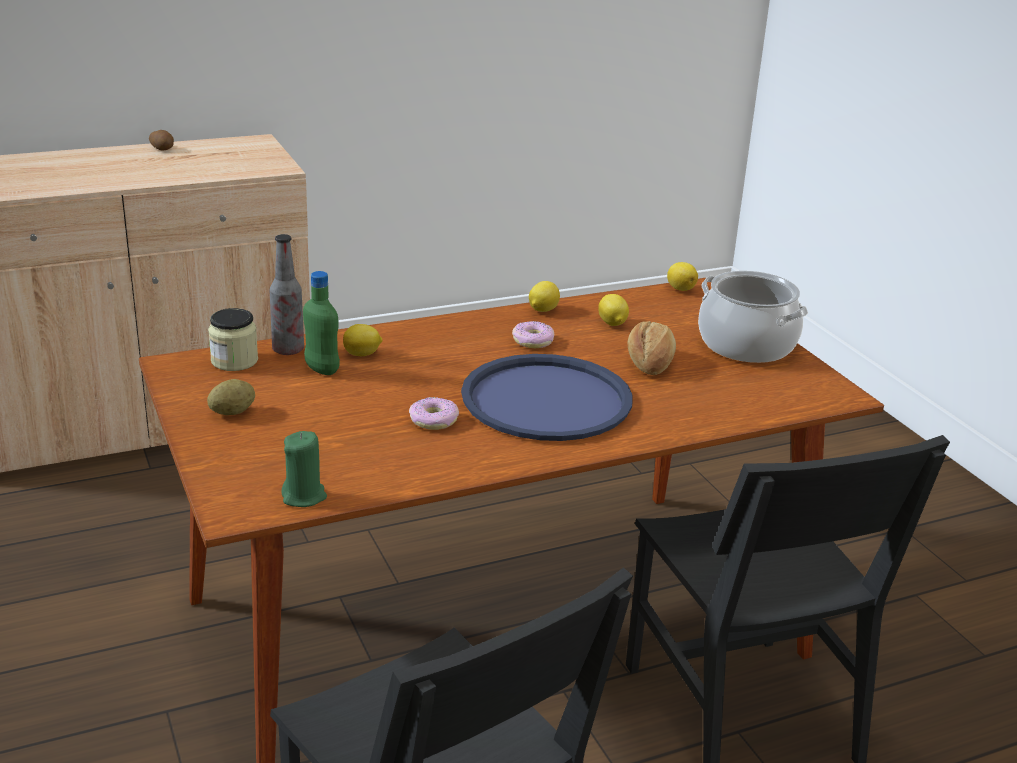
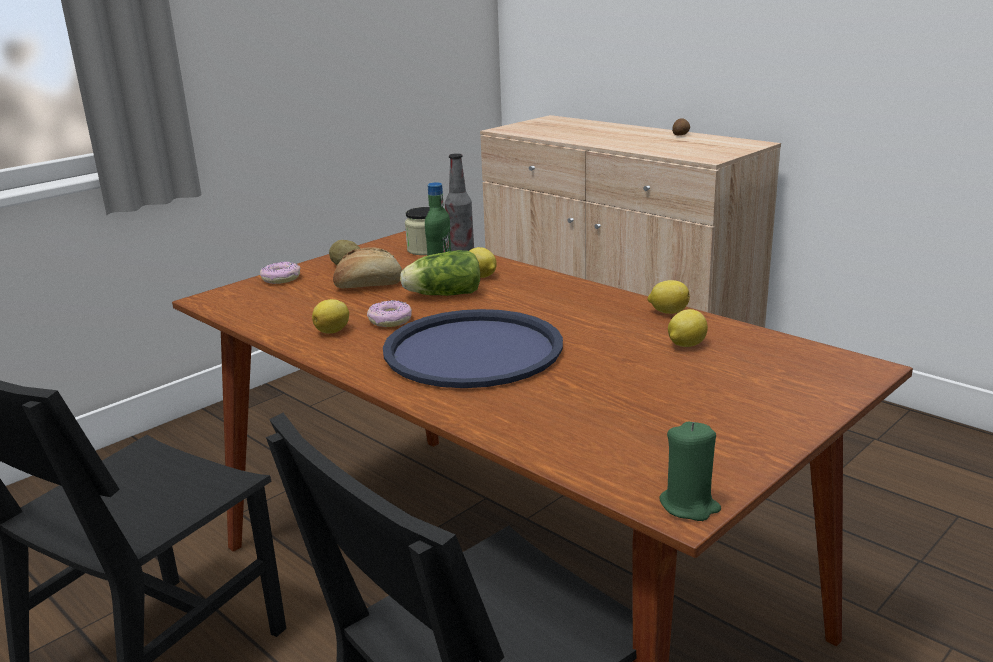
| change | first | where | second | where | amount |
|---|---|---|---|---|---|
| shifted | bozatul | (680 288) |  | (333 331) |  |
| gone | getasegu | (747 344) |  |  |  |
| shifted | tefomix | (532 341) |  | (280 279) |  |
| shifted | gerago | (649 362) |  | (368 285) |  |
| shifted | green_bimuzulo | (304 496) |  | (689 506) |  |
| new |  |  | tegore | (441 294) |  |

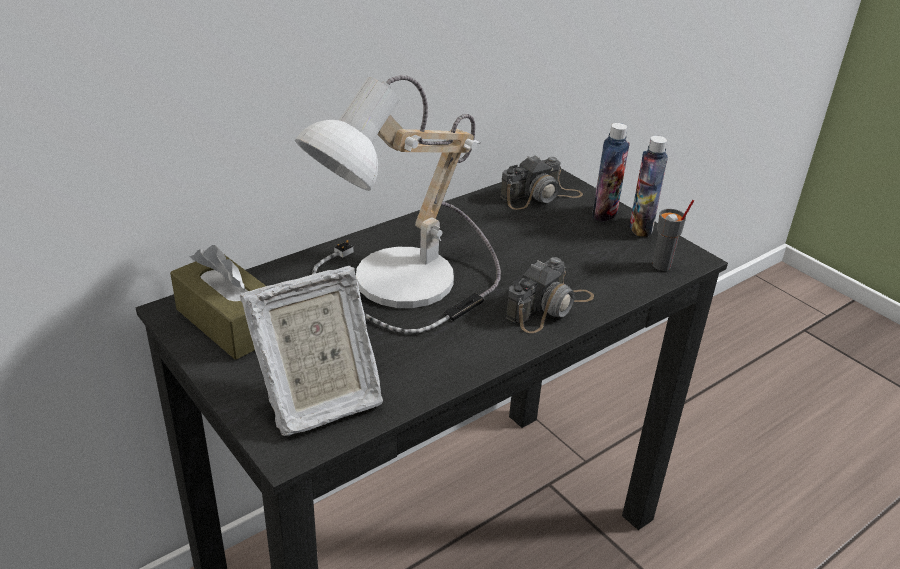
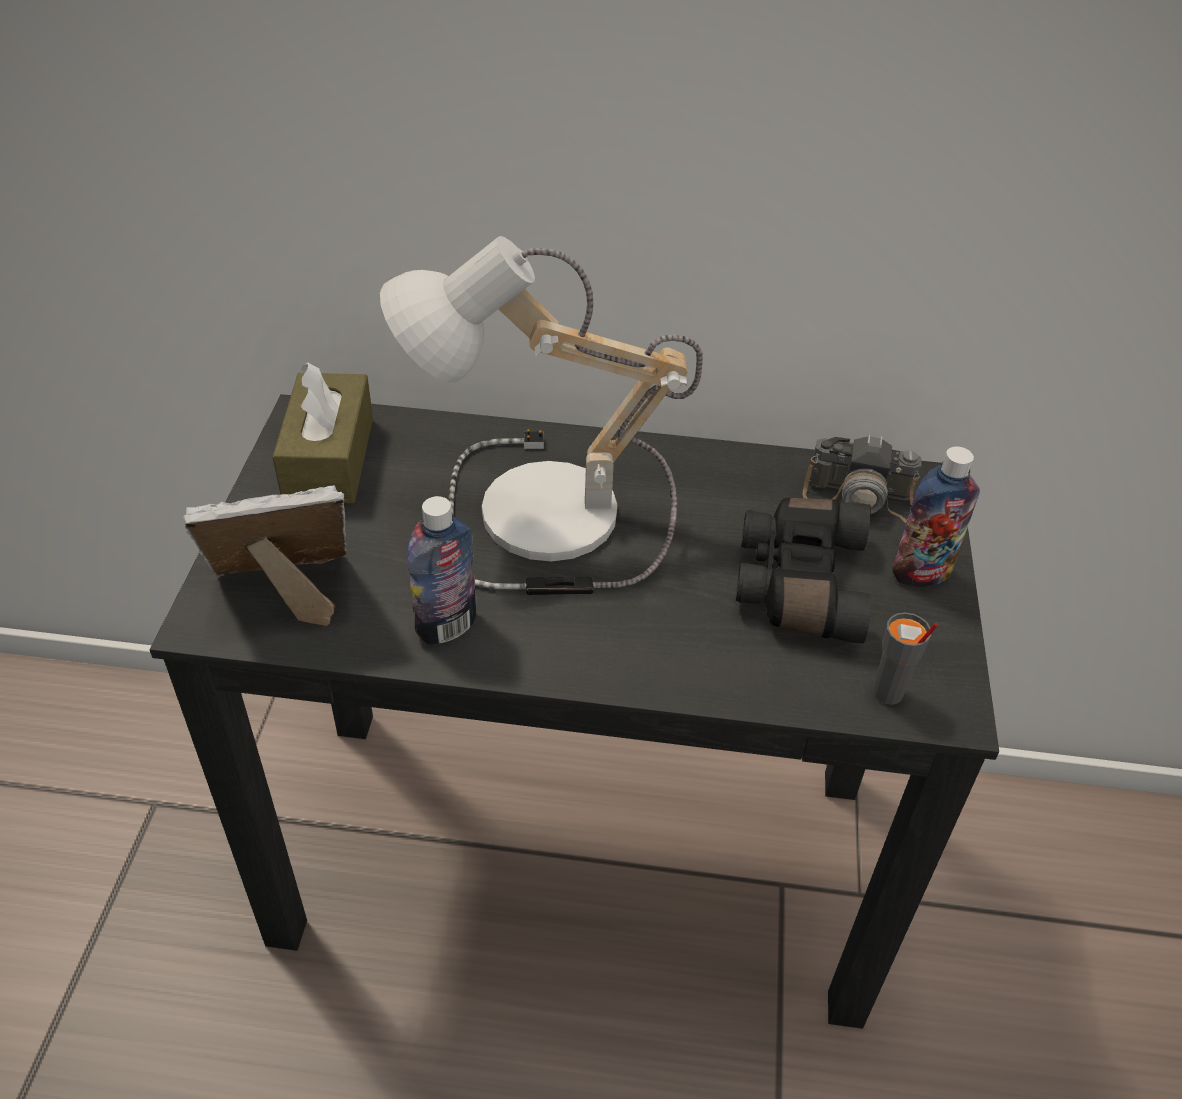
| change | first | where | second | where | amount |
|---|---|---|---|---|---|
| shifted | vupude | (641 227) |  | (447 626) |  |
| gone | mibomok | (550 307) |  |  |  |
| rotated | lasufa | (317 402) |  | (287 593) | 150 degrees clockwise |
| new |  |  | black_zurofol | (797 583) |  |

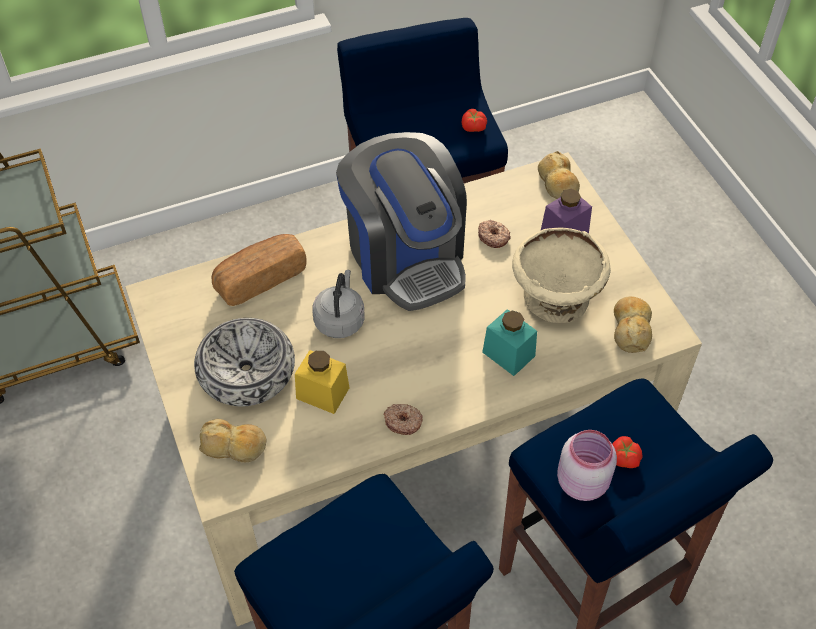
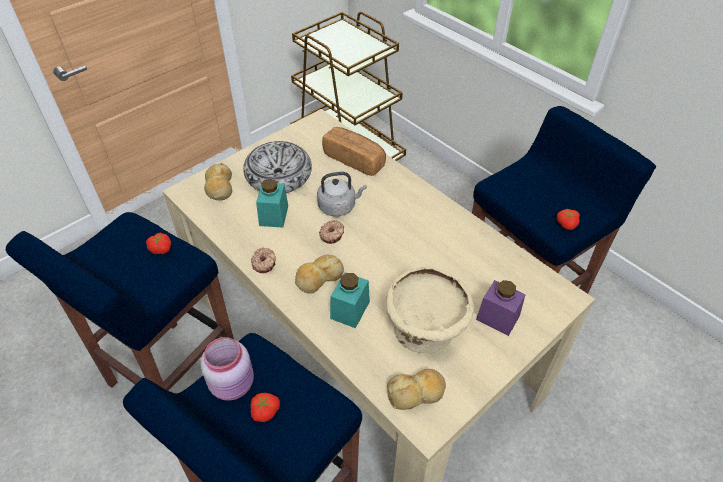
| change | first | where | second | where | amount |
|---|---|---|---|---|---|
| gone | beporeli | (405 256) |  |  |  |
| shifted | gerago | (557 183) |  | (318 278) |  |
| shifted | tefomix | (493 237) |  | (332 235) |  |
| repainted | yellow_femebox | (322 393) | turquoise_femebox | (273 215) |  |
| new |  |  | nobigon | (161 248) |  |

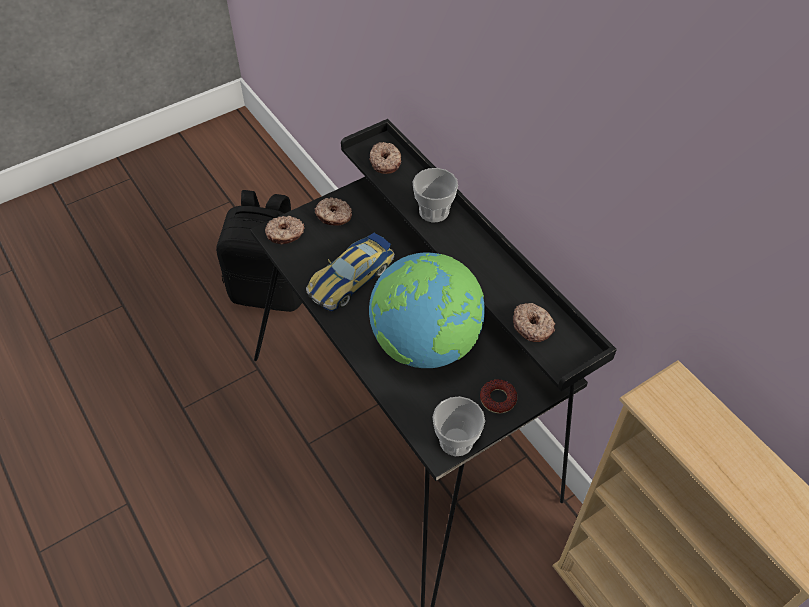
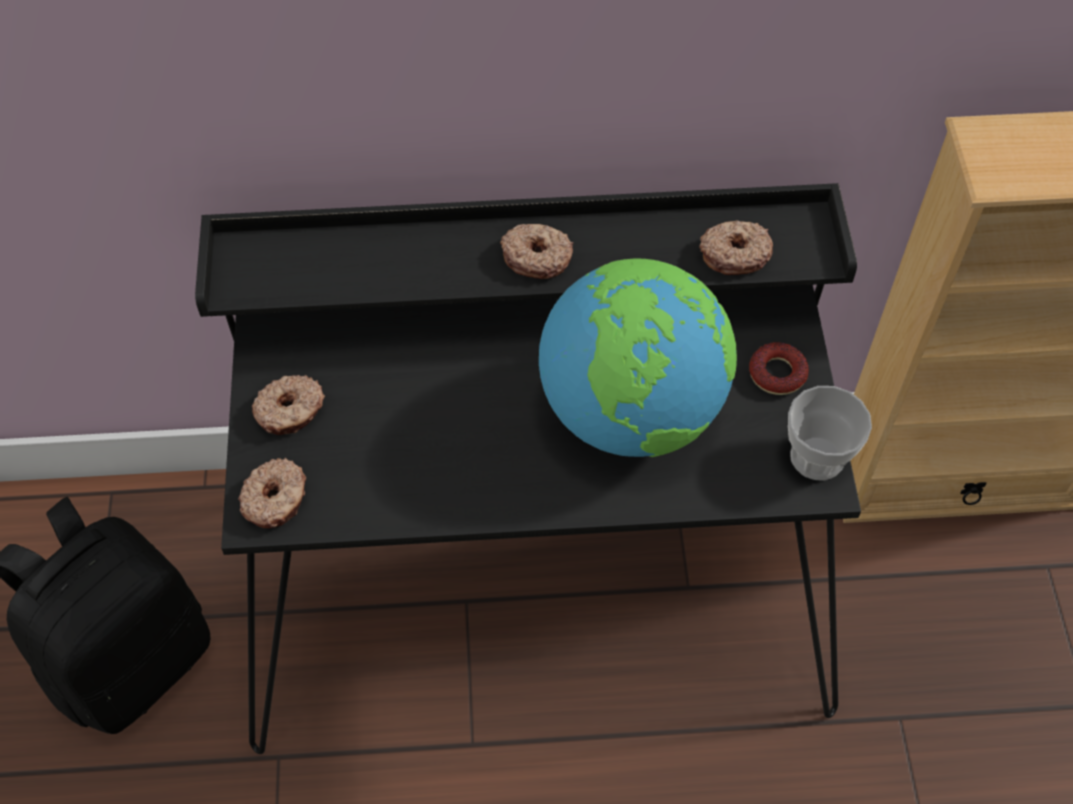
| change | first | where | second | where | amount |
|---|---|---|---|---|---|
| shifted | tefomix | (386 162) |  | (537 257) |  |
| gone | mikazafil | (434 211) |  |  |  |
| gone | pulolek | (351 278) |  |  |  |

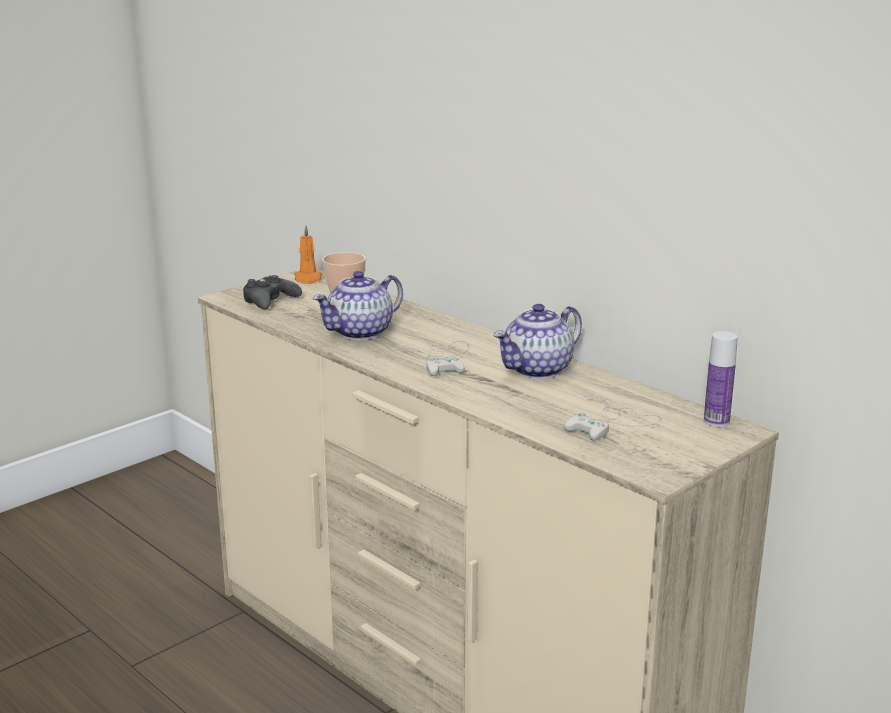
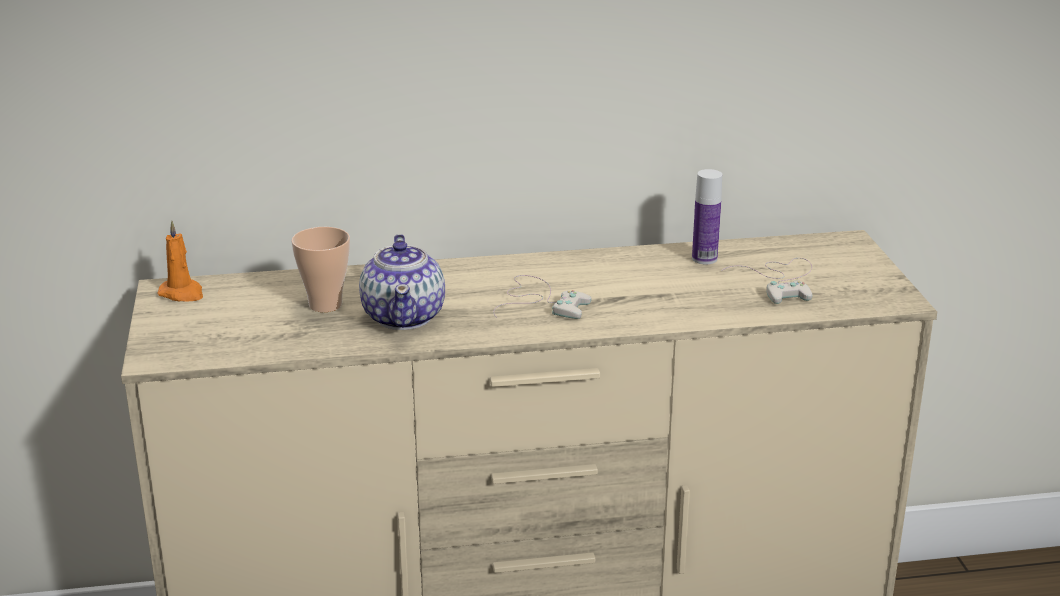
| change | first | where | second | where | amount |
|---|---|---|---|---|---|
| gone | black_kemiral | (270 301) |  |  |  |
| gone | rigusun | (538 370) |  |  |  |
| shifted | vupude | (716 421) |  | (704 259) |  |

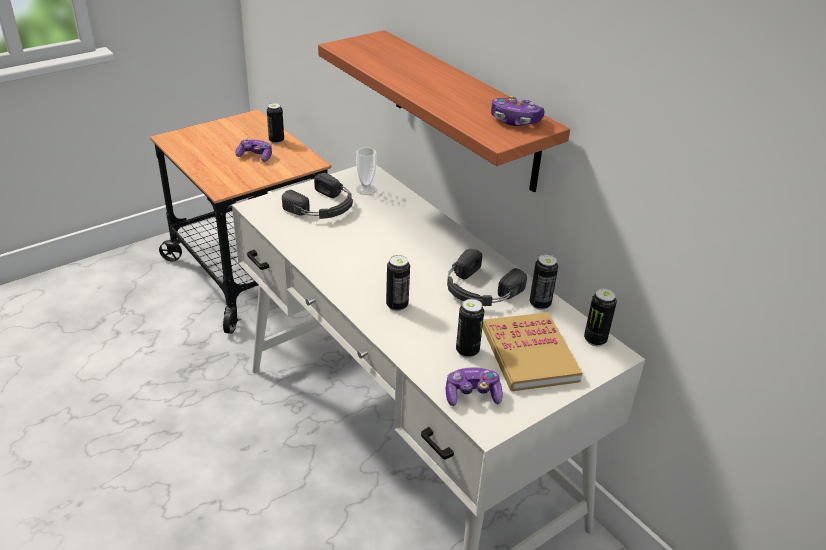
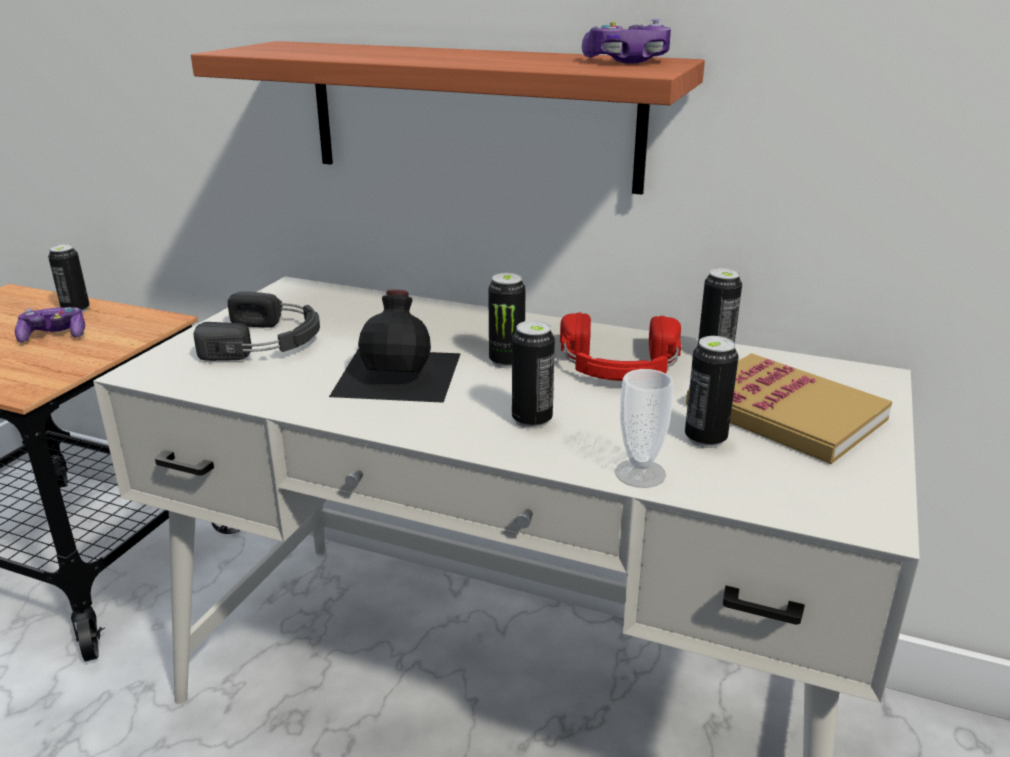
| change | first | where | second | where | amount |
|---|---|---|---|---|---|
| shifted | mikazafil | (366 189) |  | (640 473) |  |
| repainted | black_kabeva | (479 290) | red_kabeva | (619 365) |  |
| shifted | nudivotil | (595 340) |  | (506 361) |  |
| gone | kemiral | (472 395) |  |  |  |
| new |  |  | black_vupude | (400 373) |  |

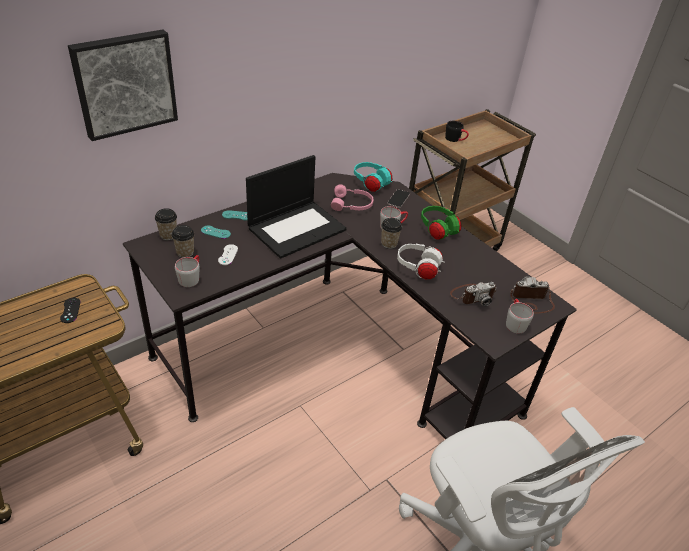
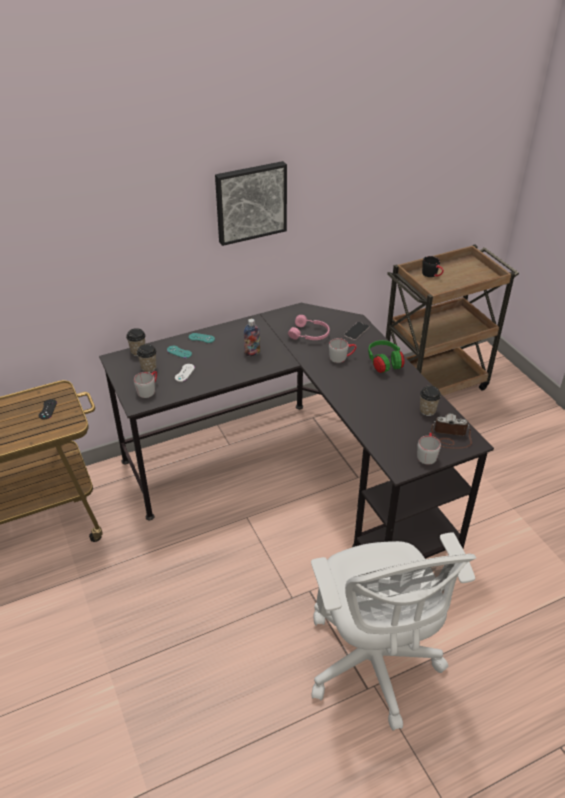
| change | first | where | second | where | amount |
|---|---|---|---|---|---|
| shifted | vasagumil | (124 83) |  | (250 202) |  |
| swapped | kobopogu | (297 228) | vupude | (252 353) |  |
| gone | turquoise_kabeva | (371 184) |  |  |  |
| shifted | mikazafil | (389 244) |  | (427 411) |  |
| gone | white_kabeva | (418 269) |  |  |  |
| gone | mibomok | (472 296) |  |  |  |

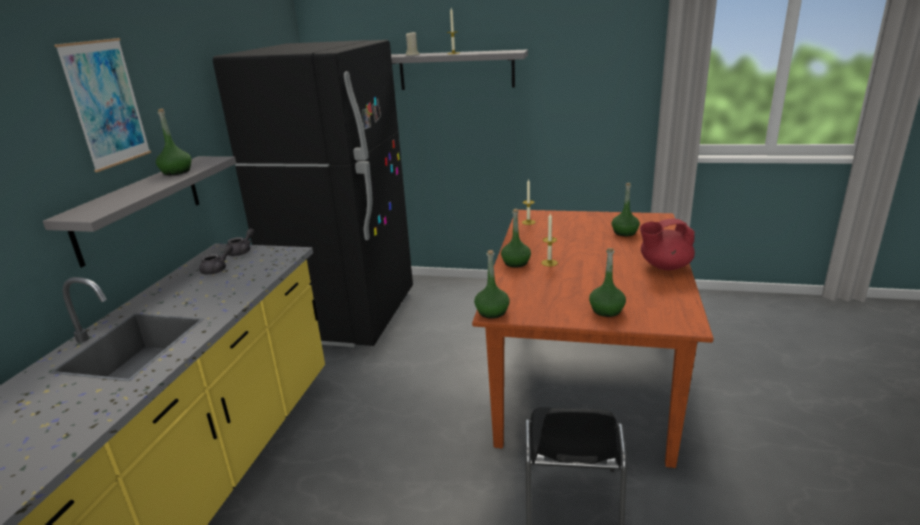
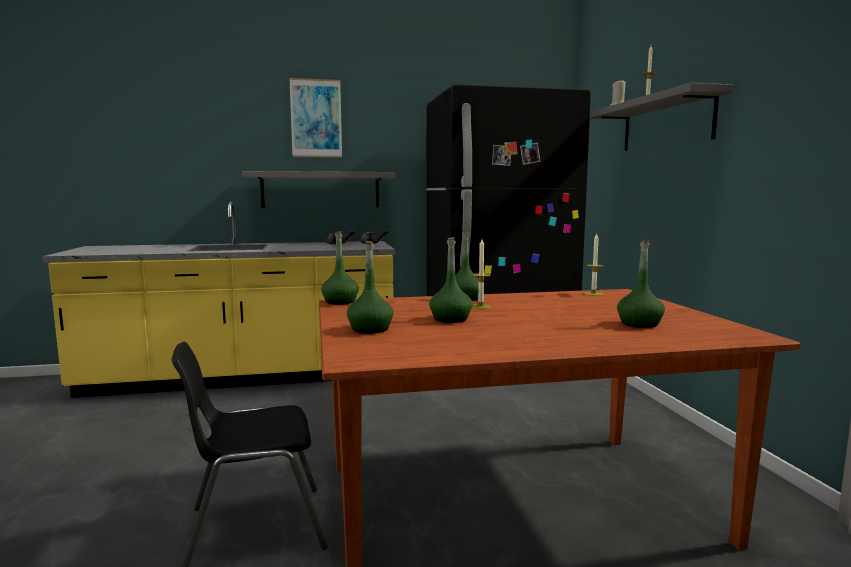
| change | first | where | second | where | amount |
|---|---|---|---|---|---|
| shifted | green_vupude | (176 172) |  | (450 319) |  |
| gone | red_rigusun | (664 266) |  |  |  |

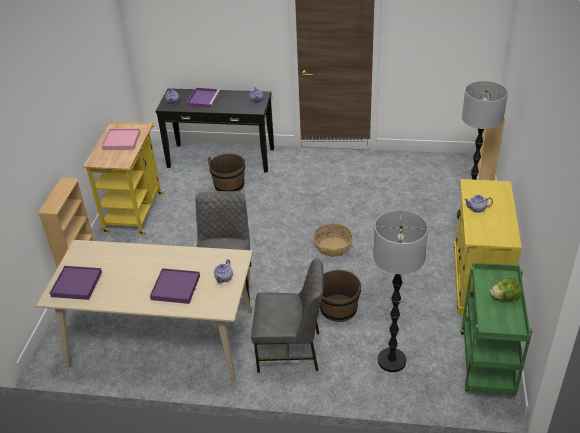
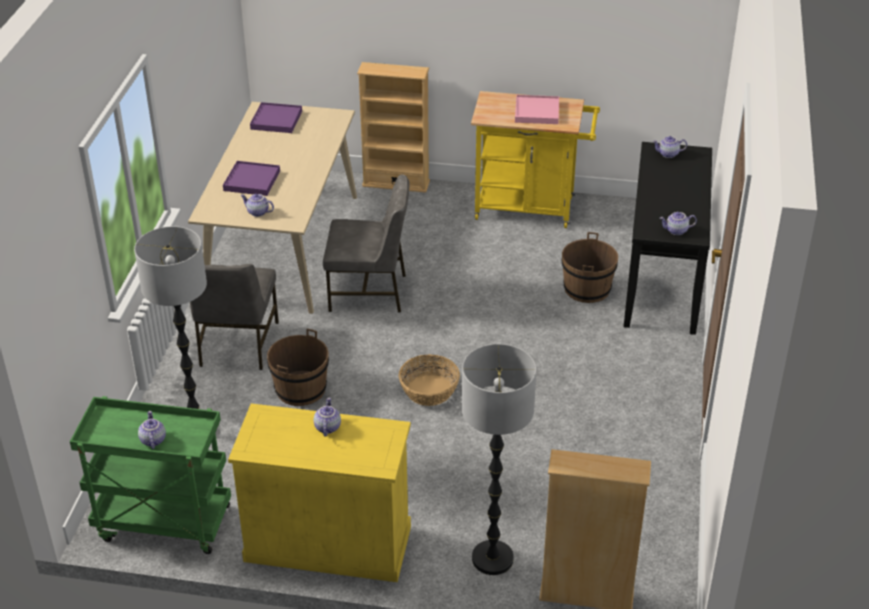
| change | first | where | second | where | amount |
|---|---|---|---|---|---|
| gone | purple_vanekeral | (203 99) |  |  |  |
| swapped | tegore | (504 297) | rigusun | (152 440) |  |

